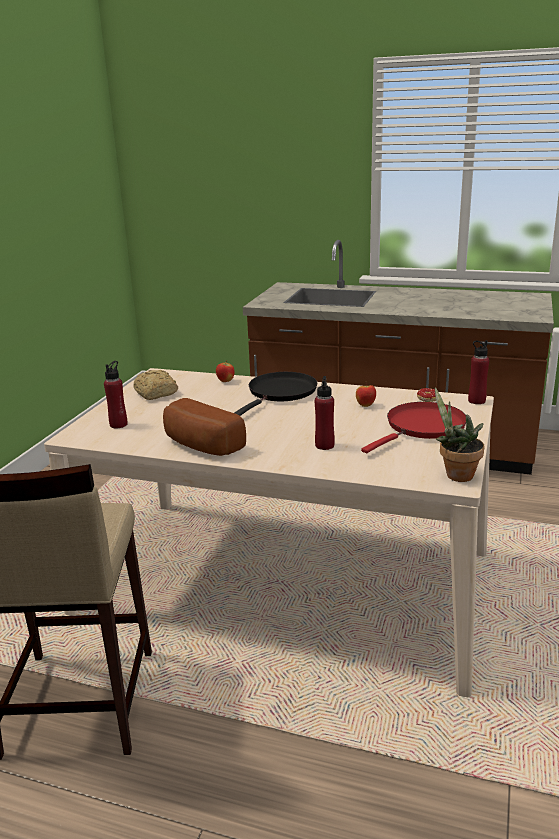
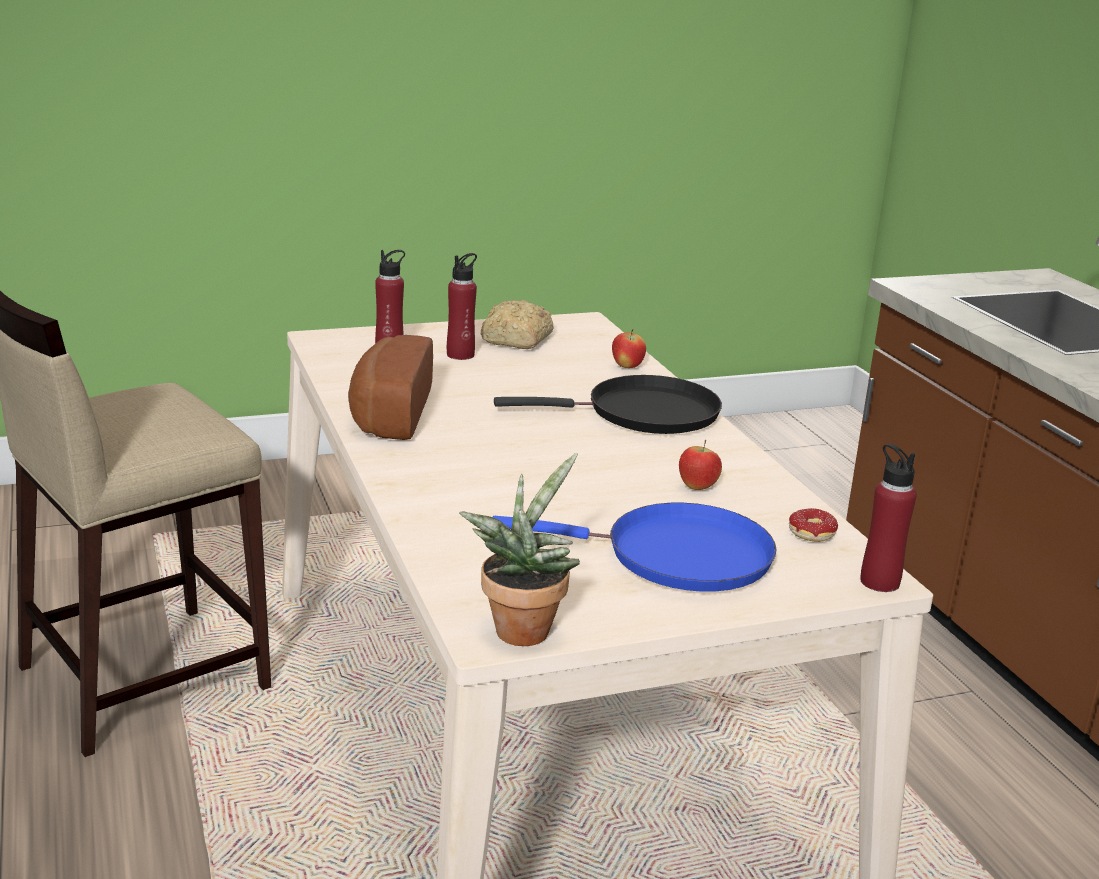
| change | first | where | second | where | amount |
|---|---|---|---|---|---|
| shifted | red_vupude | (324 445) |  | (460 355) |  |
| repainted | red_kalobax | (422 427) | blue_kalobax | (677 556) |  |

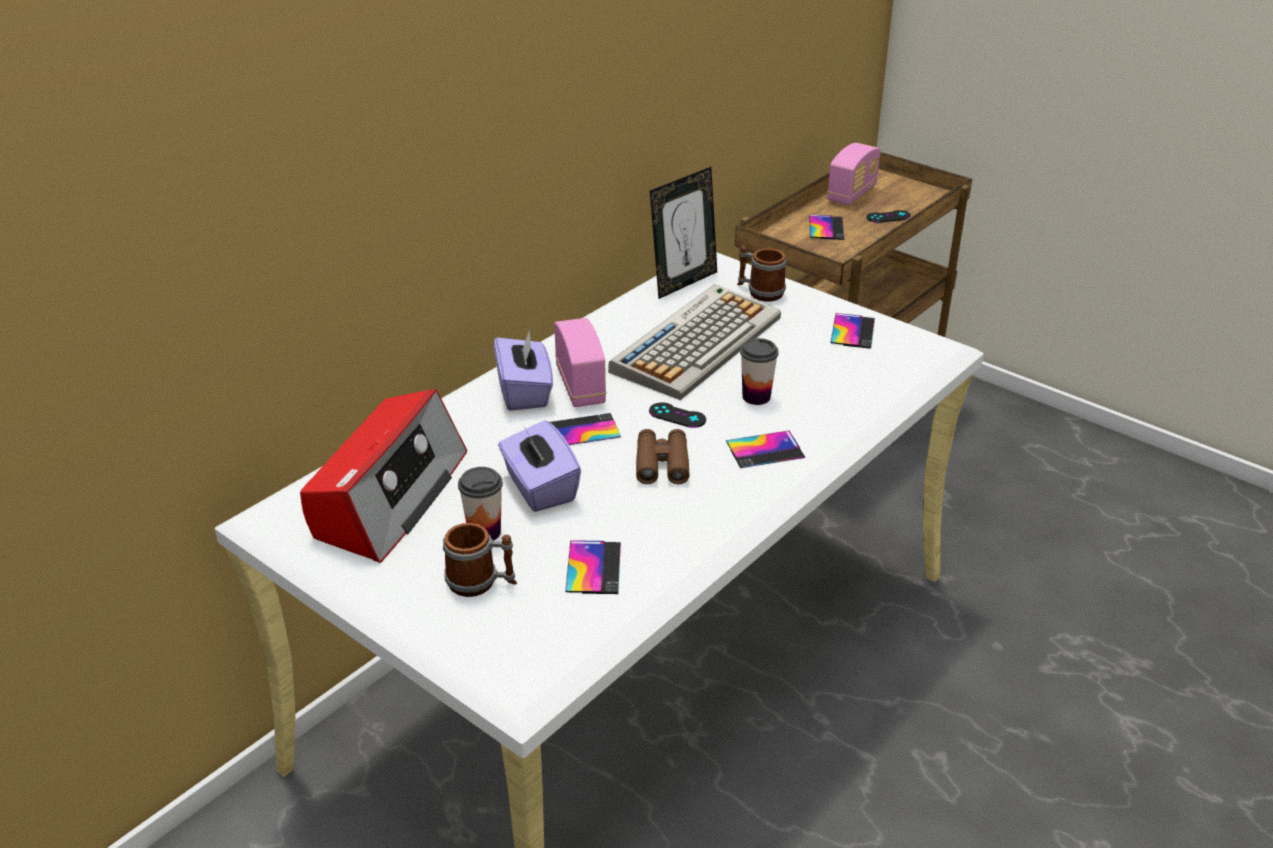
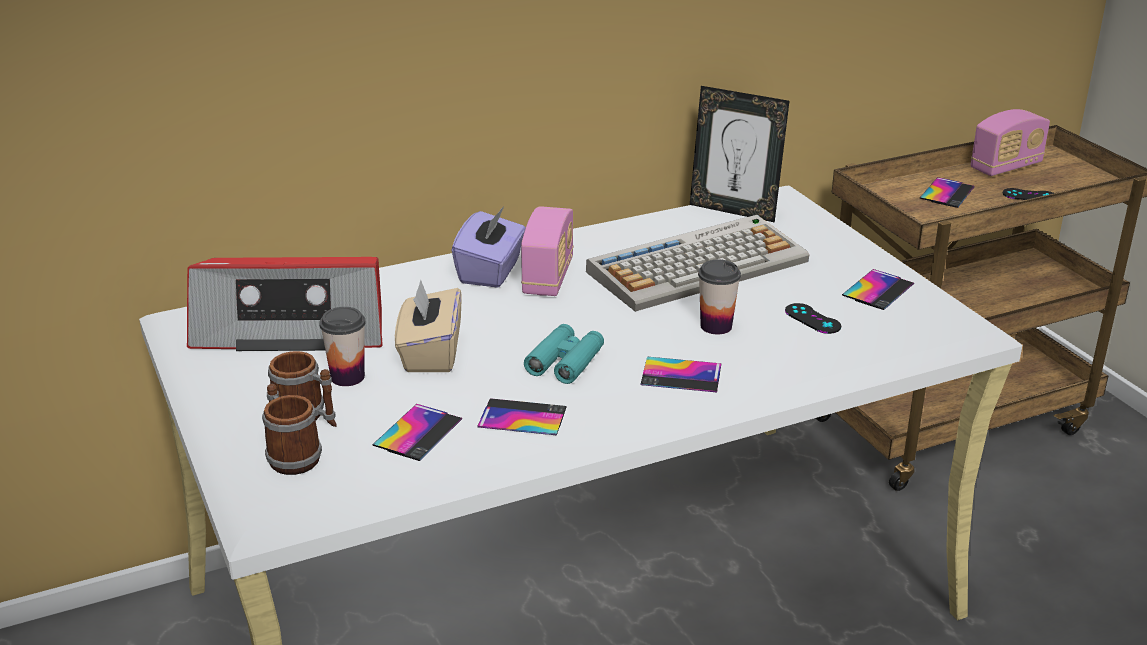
| change | first | where | second | where | amount |
|---|---|---|---|---|---|
| rotated | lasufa | (683 282) |  | (734 210) | 45 degrees clockwise |
| shifted | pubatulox | (759 292) |  | (290 455) |  |
| rotated | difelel | (388 496) |  | (292 327) | 45 degrees clockwise |
| shifted | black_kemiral | (677 415) |  | (812 319) |  |
| shifted | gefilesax | (583 430) |  | (522 417) |  |
| repainted | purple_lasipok | (539 488) | beige_lasipok | (430 354) |  |
| repainted | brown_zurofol | (662 463) | turquoise_zurofol | (565 362) |  |

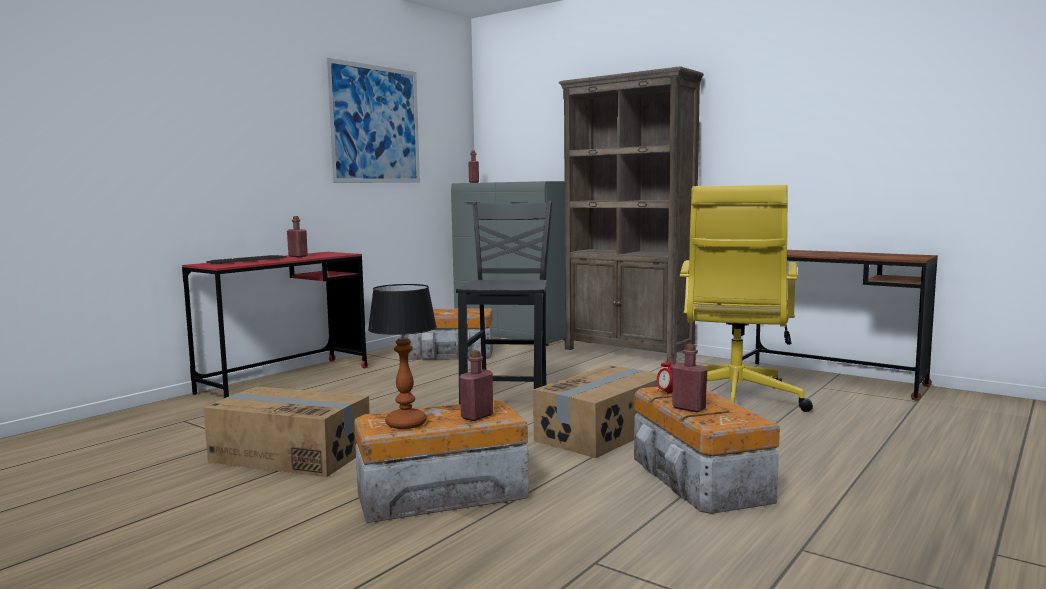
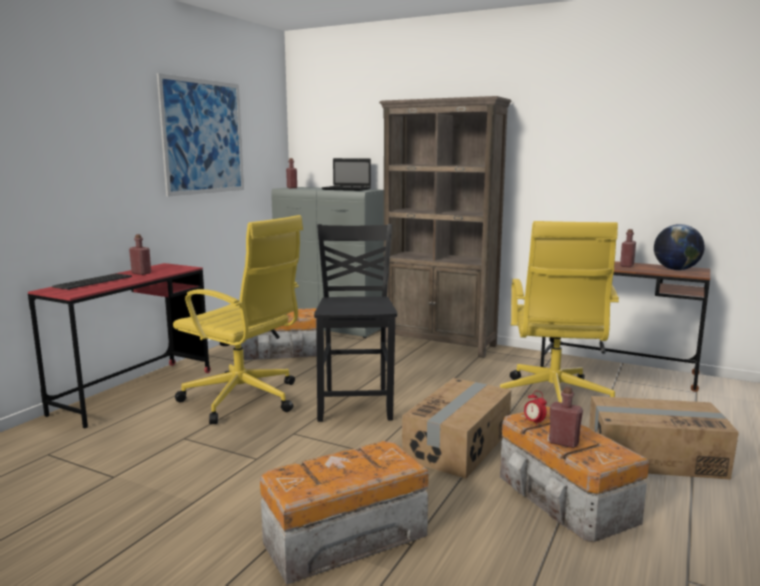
| change | first | where | second | where | amount |
|---|---|---|---|---|---|
| gone | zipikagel | (407 424) |  |  |  |
| shifted | red_vupude | (477 416) |  | (626 265) |  |
| shifted | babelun | (291 454) |  | (654 456) |  |
| new |  |  | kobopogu | (347 189) |  |
| new |  |  | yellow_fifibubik | (244 400) |  |
| new |  |  | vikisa | (676 269) |  |

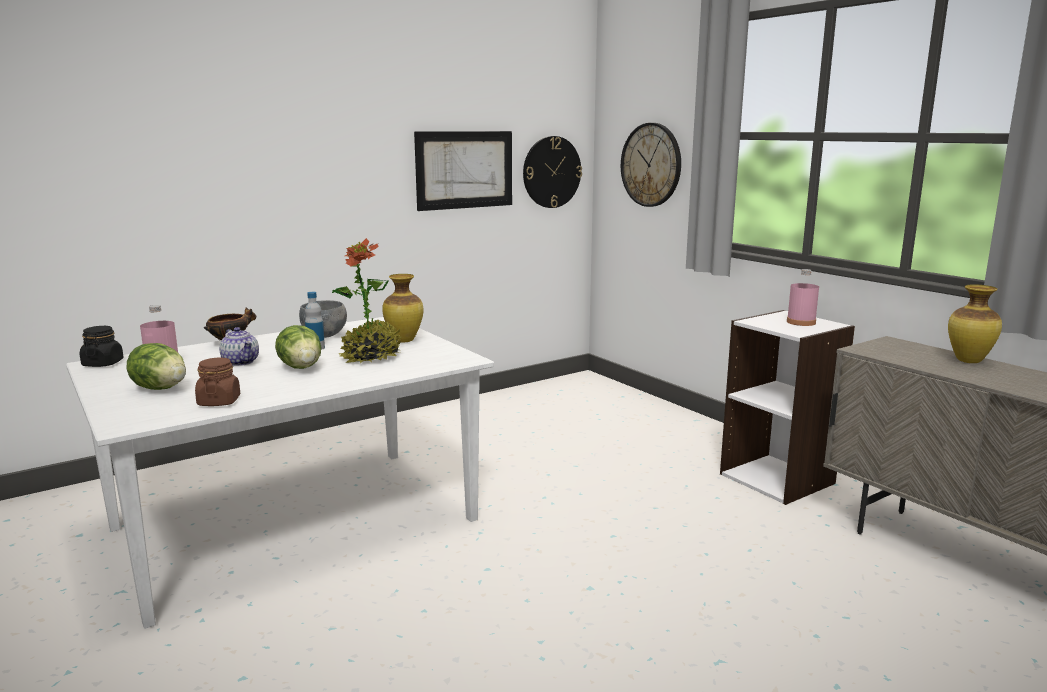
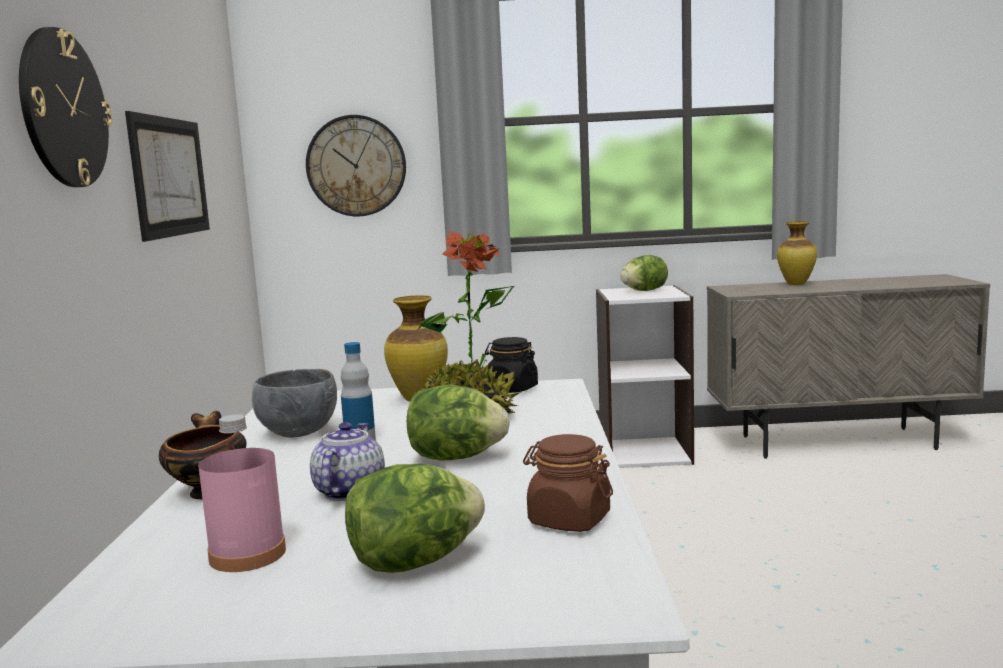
| change | first | where | second | where | amount |
|---|---|---|---|---|---|
| shifted | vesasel | (551 172) |  | (64 109) |  |
| swapped | pink_vupude | (801 322) | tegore | (644 291) |  |
| shifted | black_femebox | (103 363) |  | (511 389) |  |
| rotated | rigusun | (241 362) |  | (348 491) | 75 degrees counterclockwise |

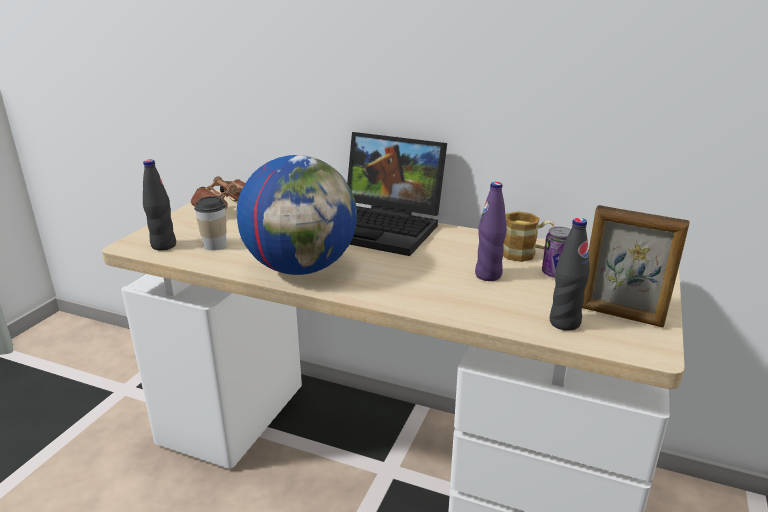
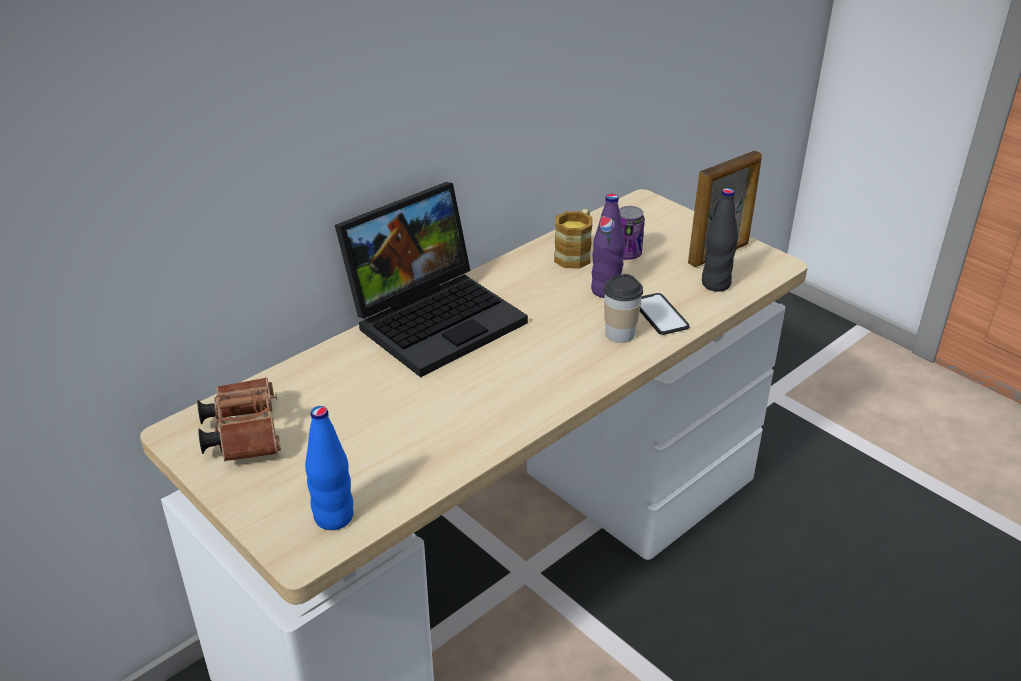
| change | first | where | second | where | amount |
|---|---|---|---|---|---|
| gone | vikisa | (301 268) |  |  |  |
| repainted | black_vupude | (163 245) | blue_vupude | (334 517) |  |
| shifted | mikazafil | (215 245) |  | (620 334) |  |
| new |  |  | gefilesax | (660 315) |  |

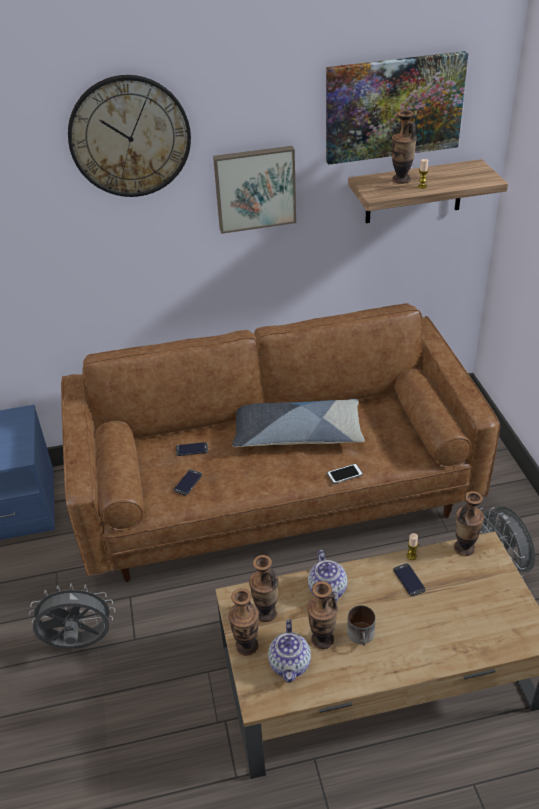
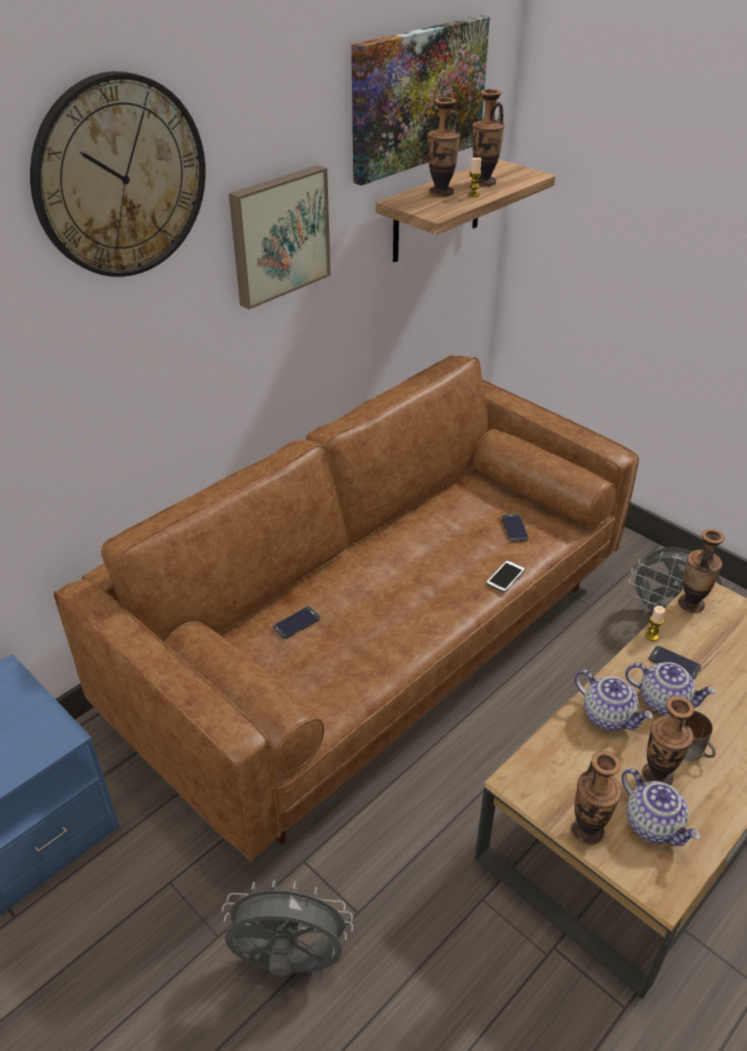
| change | first | where | second | where | amount |
|---|---|---|---|---|---|
| gone | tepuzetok | (297 433) |  |  |  |
| shifted | gefilesax | (188 482) |  | (514 528) |  |
| shifted | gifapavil | (266 613) |  | (484 182) |  |
| rotated | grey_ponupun | (79 644) |  | (288 963) | 45 degrees clockwise |
| new |  |  | rigusun | (664 701) |  |

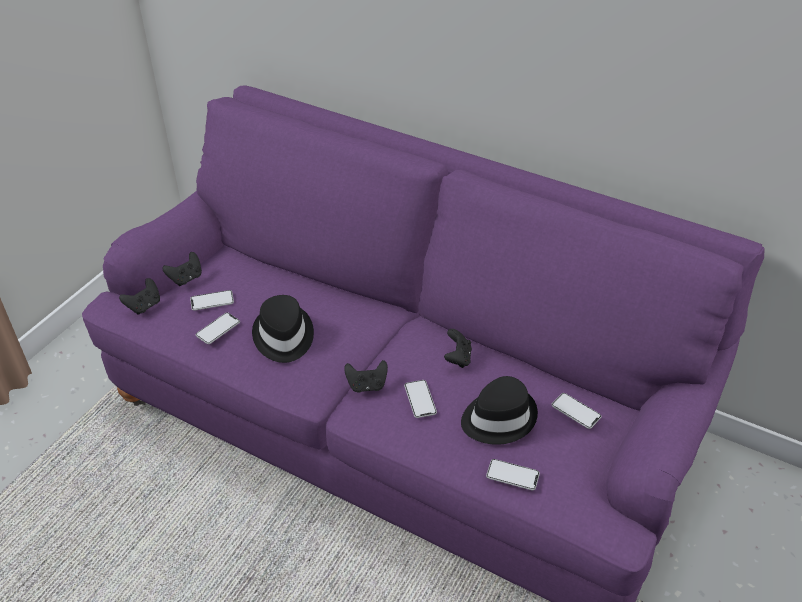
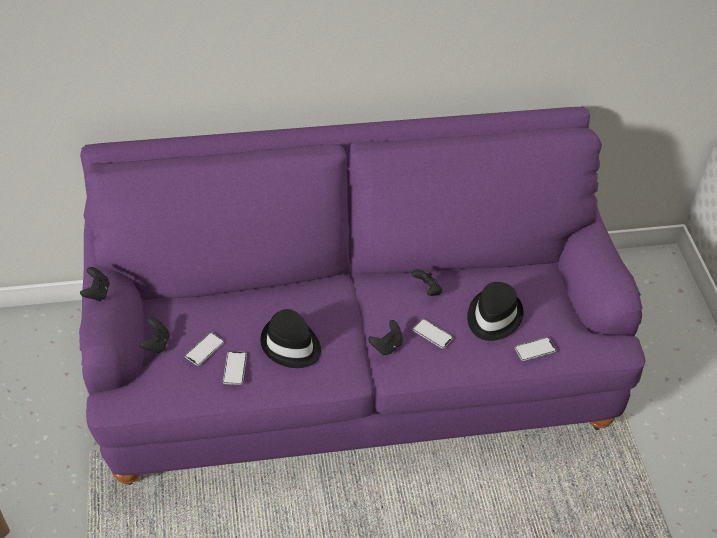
| change | first | where | second | where | amount |
|---|---|---|---|---|---|
| shifted | black_kemiral | (144 306) |  | (97 292) |  |
| gone | gefilesax | (576 411) |  |  |  |

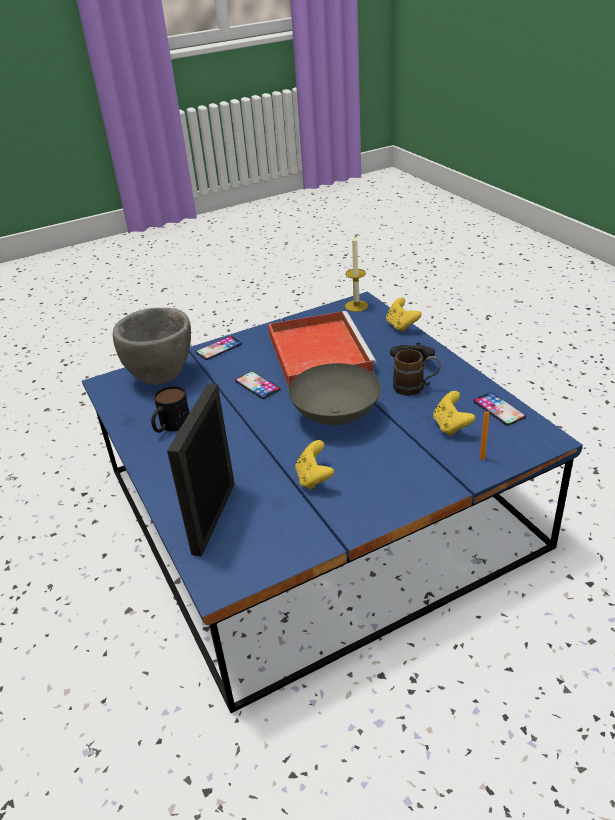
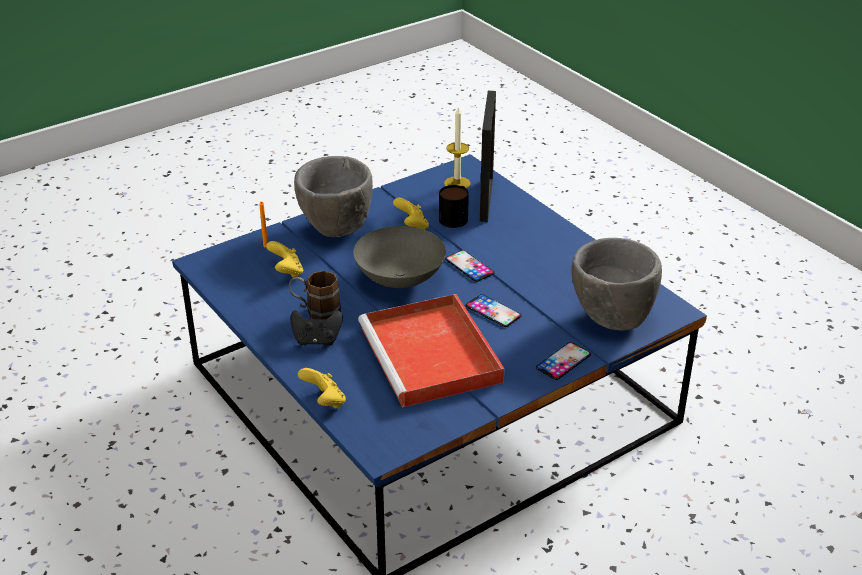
| change | first | where | second | where | amount |
|---|---|---|---|---|---|
| shifted | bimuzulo | (356 306) |  | (457 183) |  |
| shifted | pubatulox | (170 426) |  | (456 216) |  |
| shifted | gefilesax | (499 409) |  | (469 266) |  |
| new |  |  | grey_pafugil | (336 230) |  |

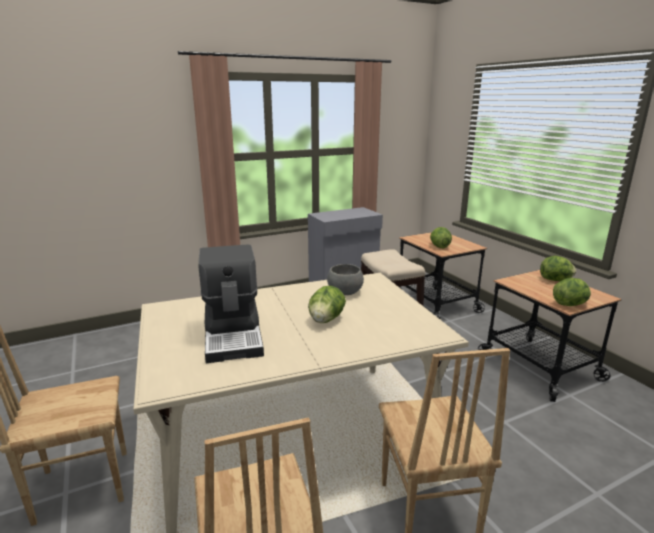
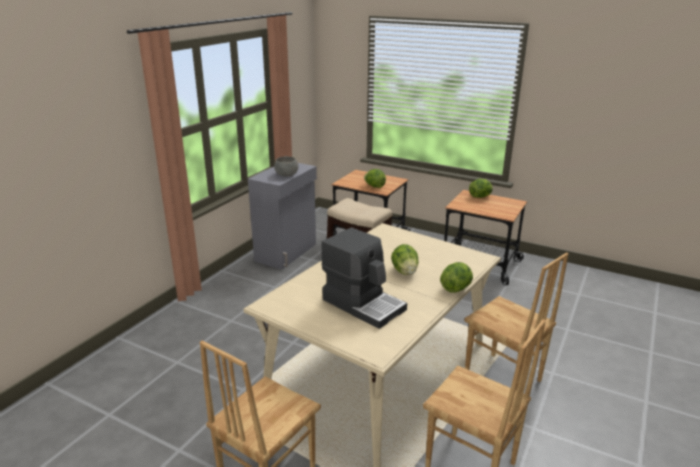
| change | first | where | second | where | amount |
|---|---|---|---|---|---|
| shifted | grey_pafugil | (345 292) |  | (287 175) |  |
| shifted | tegore | (570 304) |  | (456 288) |  |

